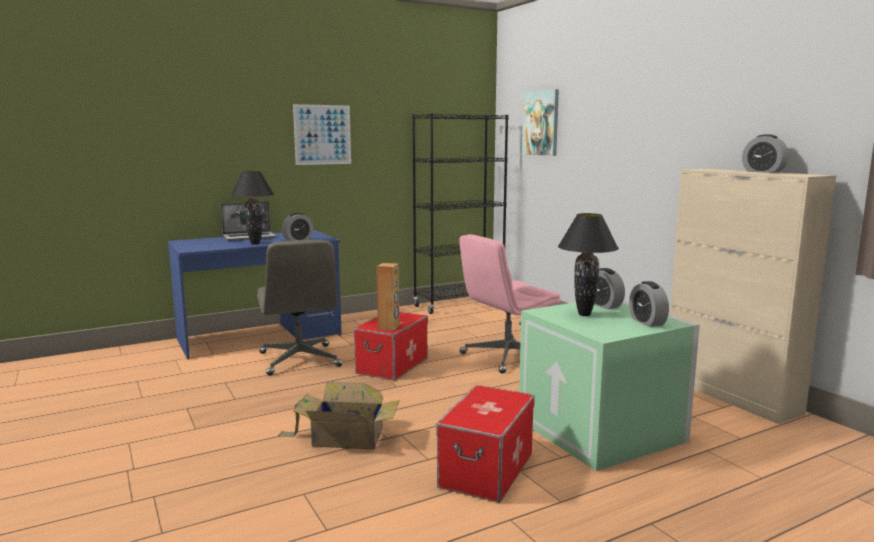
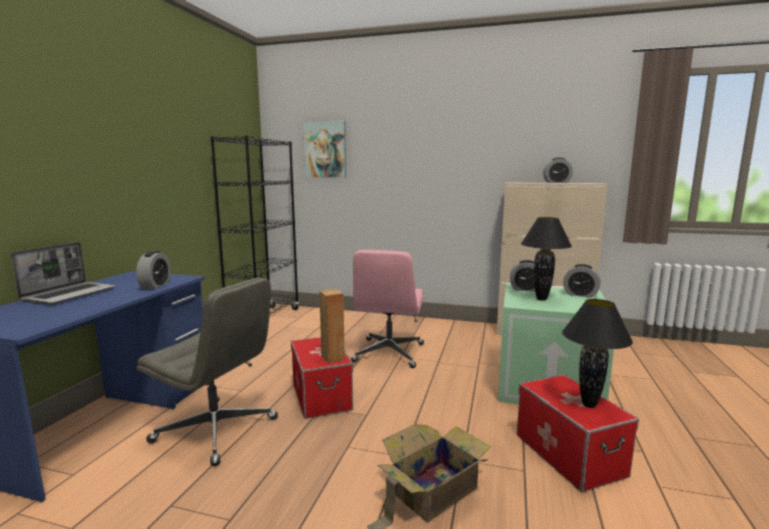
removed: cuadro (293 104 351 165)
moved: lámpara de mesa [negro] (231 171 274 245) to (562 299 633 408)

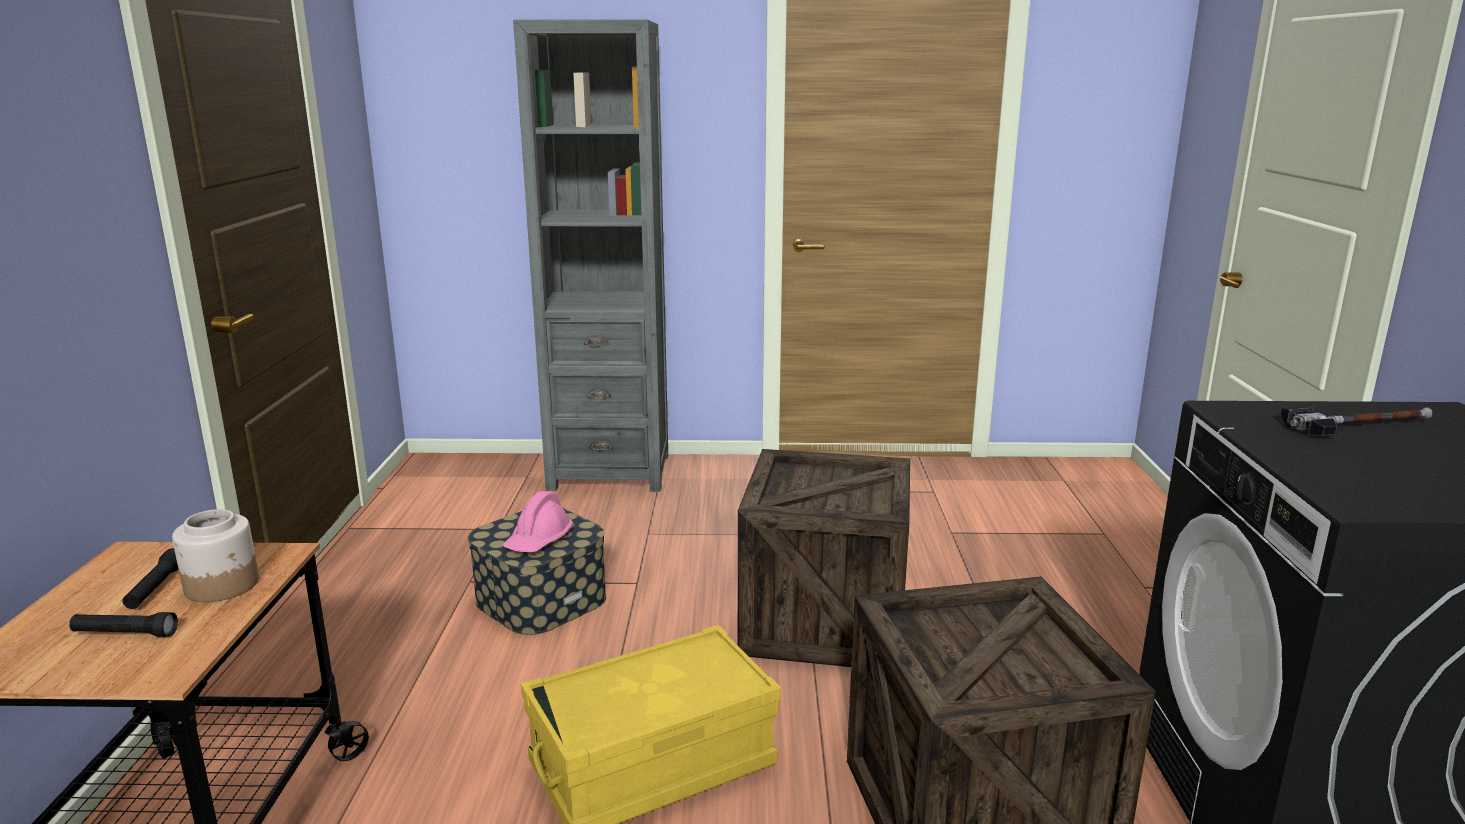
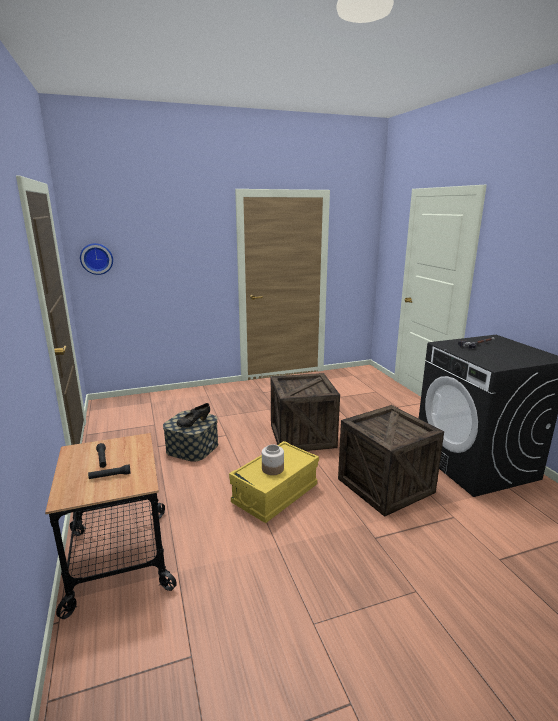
removed: estantería [gris] (513 20 668 492)
added: reloj de pared (80 243 113 275)
moved: tarro (172 509 259 602) to (262 444 284 475)
replaced: casco [rosa] (503 491 573 552) to zapato [negro] (176 403 210 428)

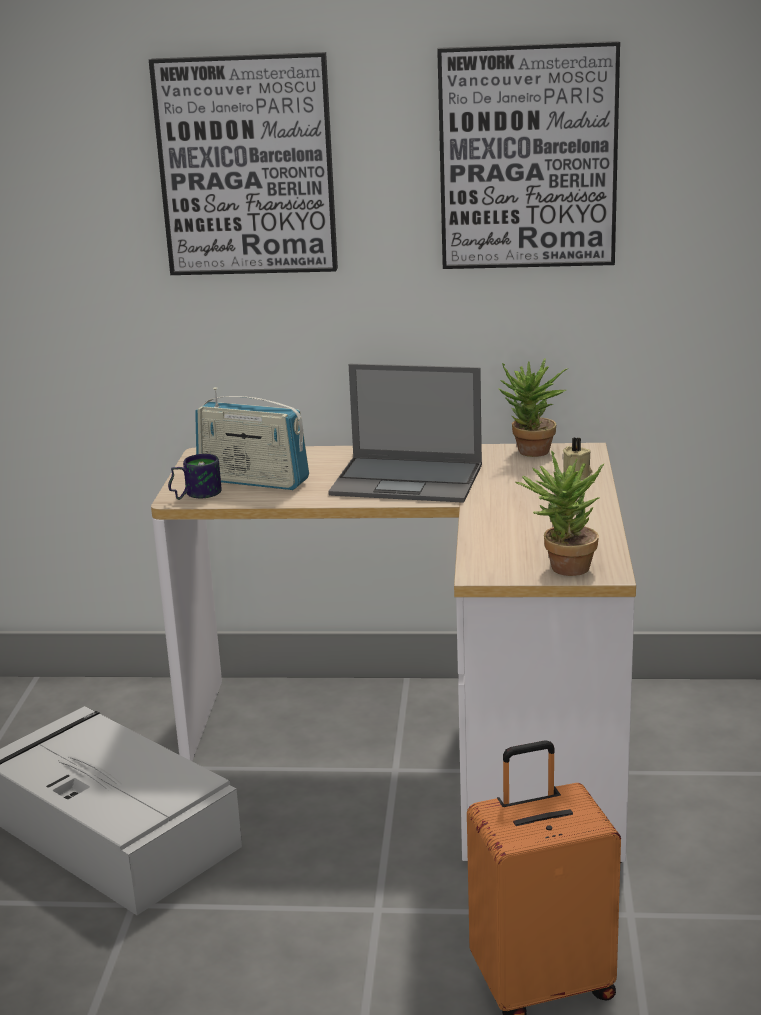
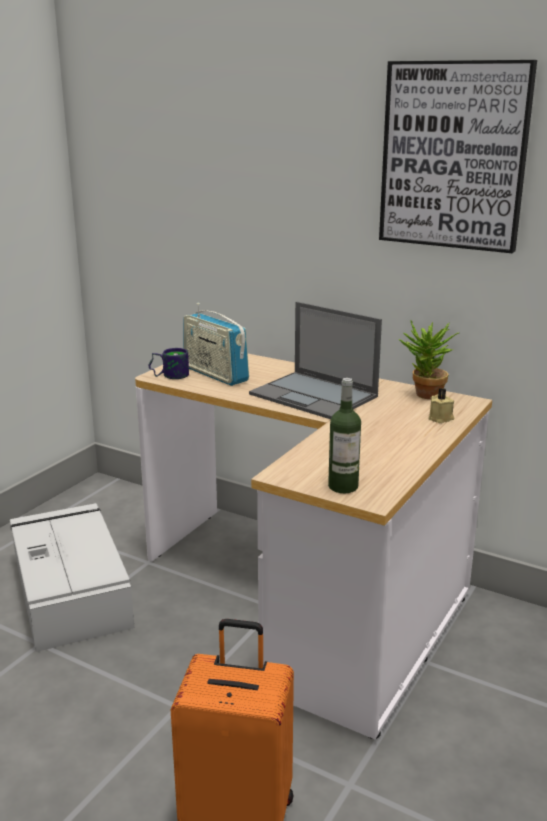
removed: cuadro (149 52 338 275)
replaced: planta en maceta (516 450 605 576) to botella (328 378 361 493)

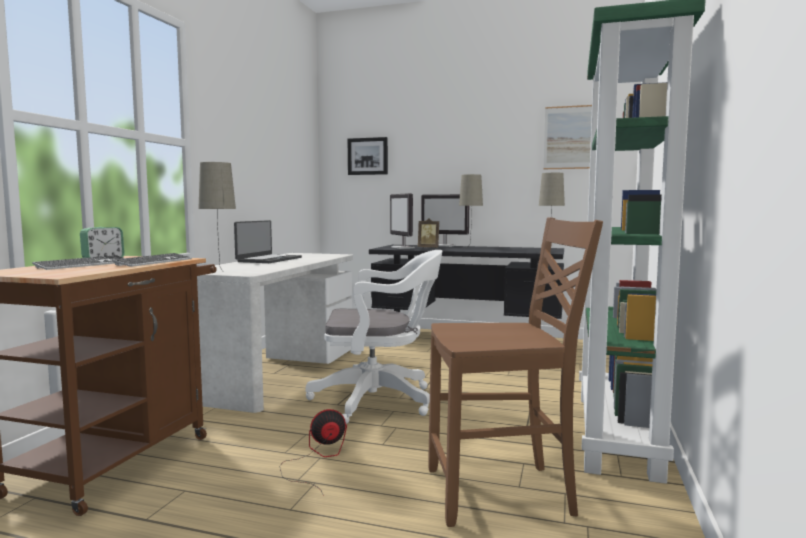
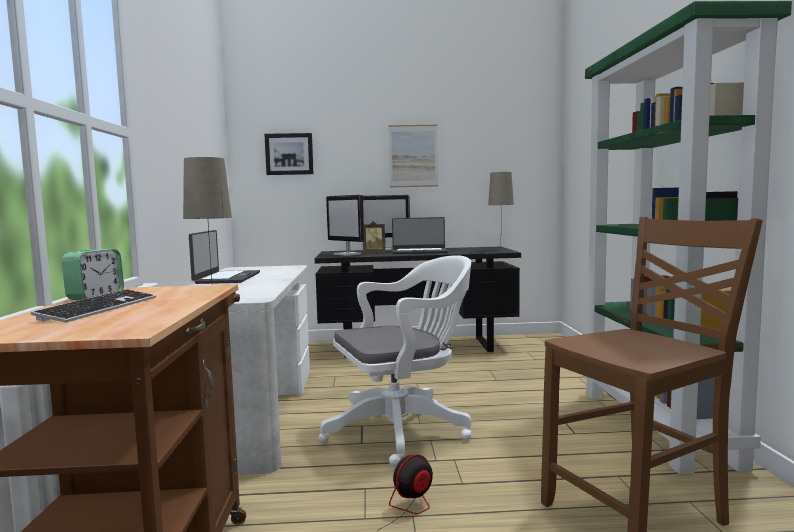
removed: teclado (112 253 192 267)
moved: cuadro (544 105 592 169) to (388 125 438 187)
replaced: lámpara de mesa [beis] (459 174 483 248) to portátil (392 217 448 254)

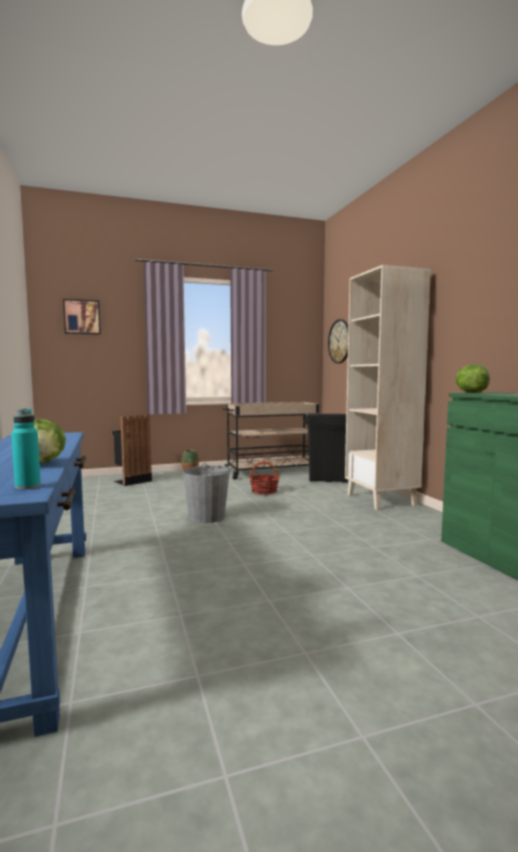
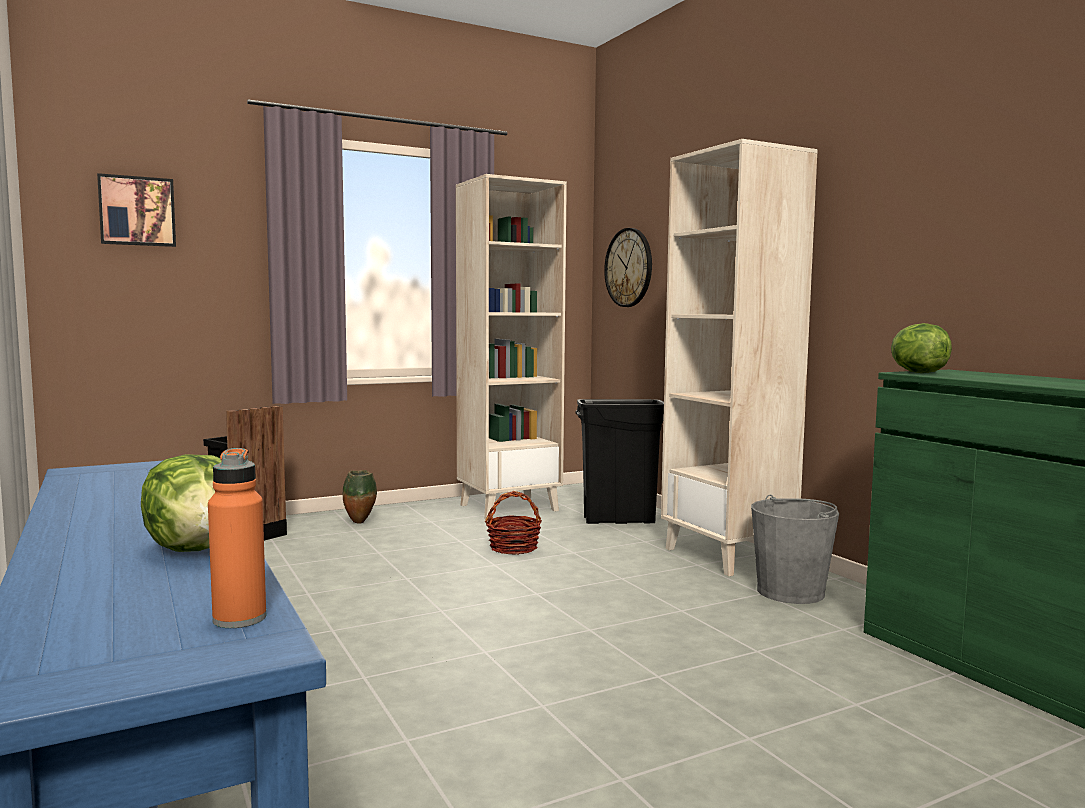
moved: cubo [gris] (183 463 231 523) to (751 495 839 604)
replaced: carrito [beis] (222 402 319 480) to estantería [beis] (456 174 567 520)
recoloured: botella [turquesa] (11 408 41 489) to botella [naranja] (208 448 266 628)

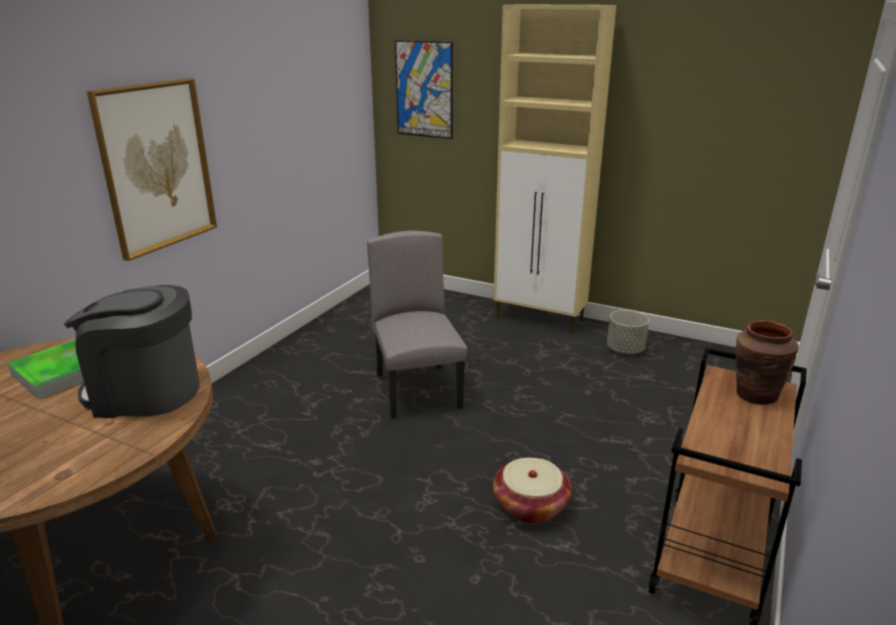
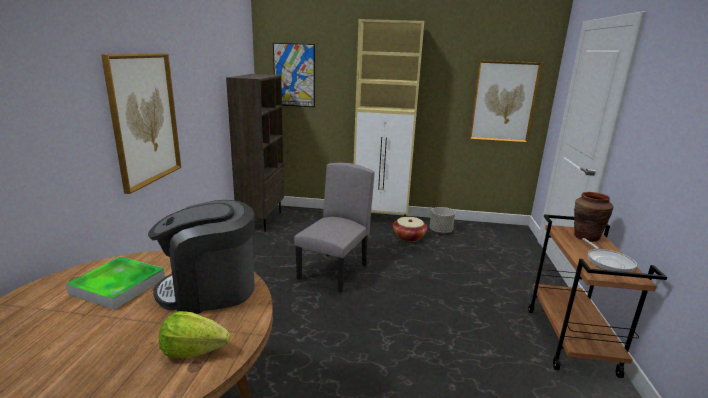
added: lechuga (159 311 231 358); estantería [marrón] (226 74 284 232); cuadro (469 60 542 143); sartén (582 238 637 272)
moved: cesta (493 458 572 524) to (393 217 427 242)
turned: silla [gris] (367 231 467 419) = (294 163 374 292) 60 degrees clockwise

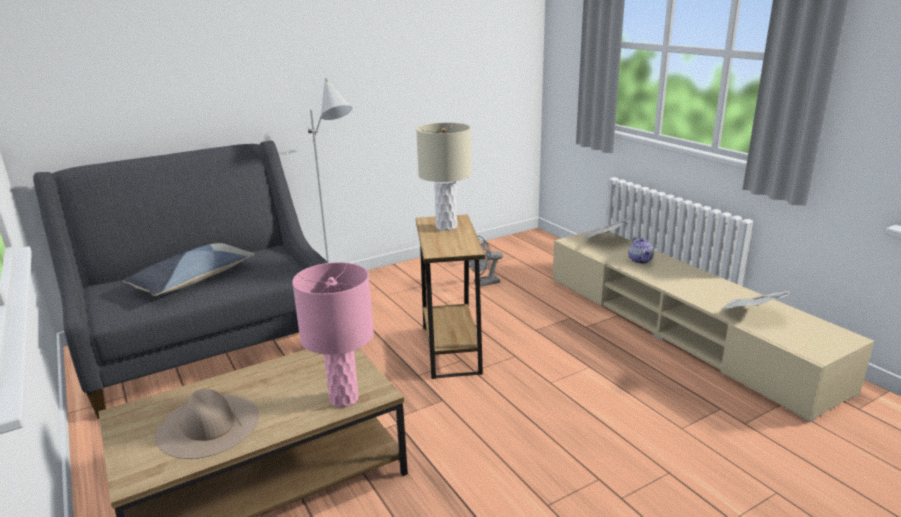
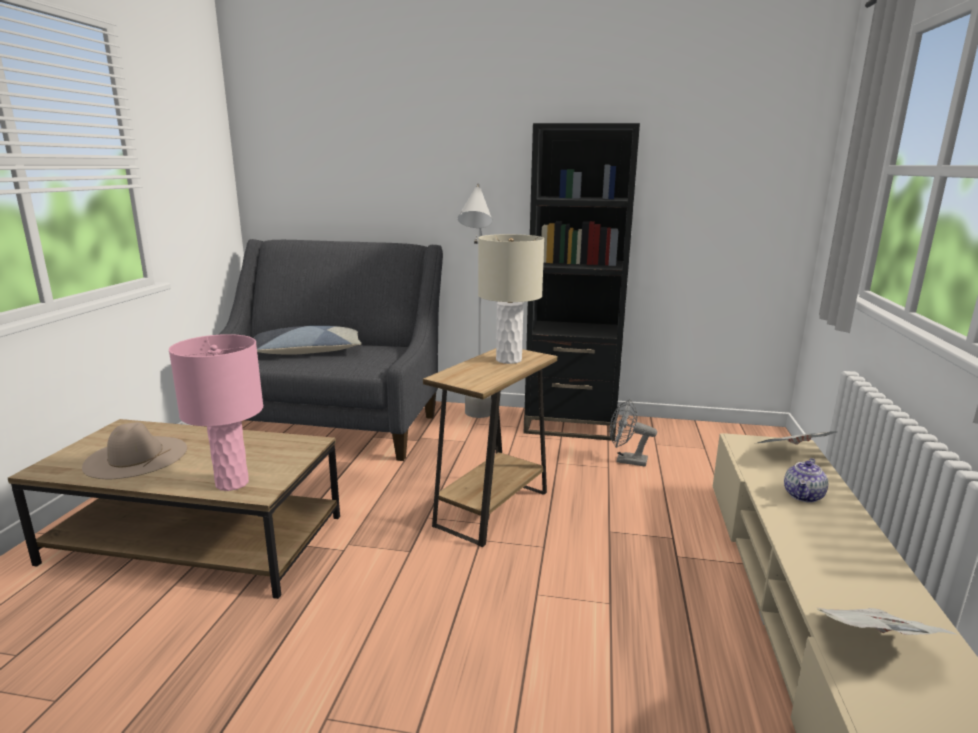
added: estantería [negro] (524 123 640 441)

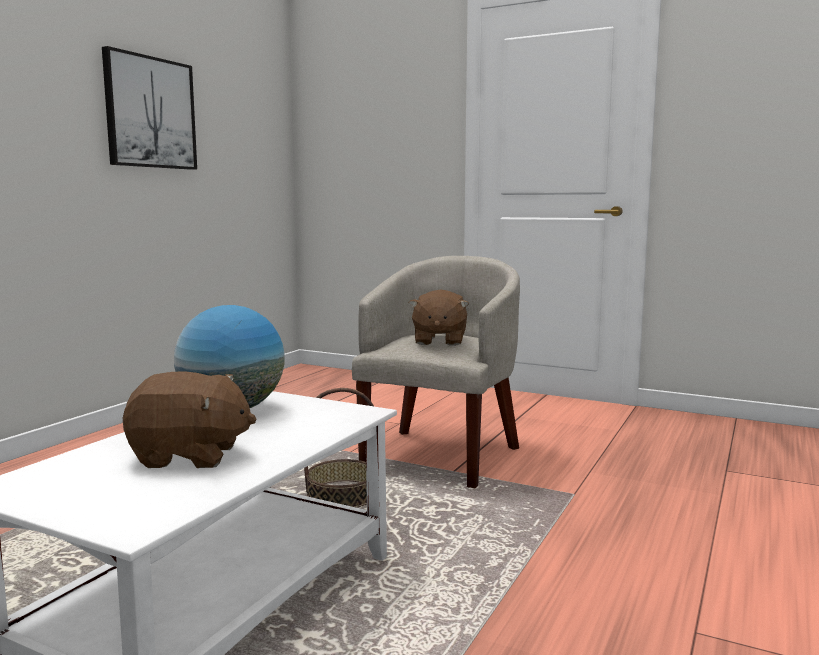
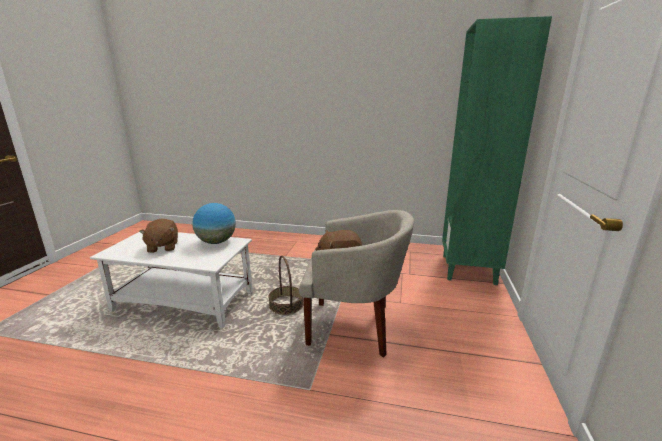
removed: cuadro (102 46 197 170)
added: estantería [verde] (442 16 552 285)

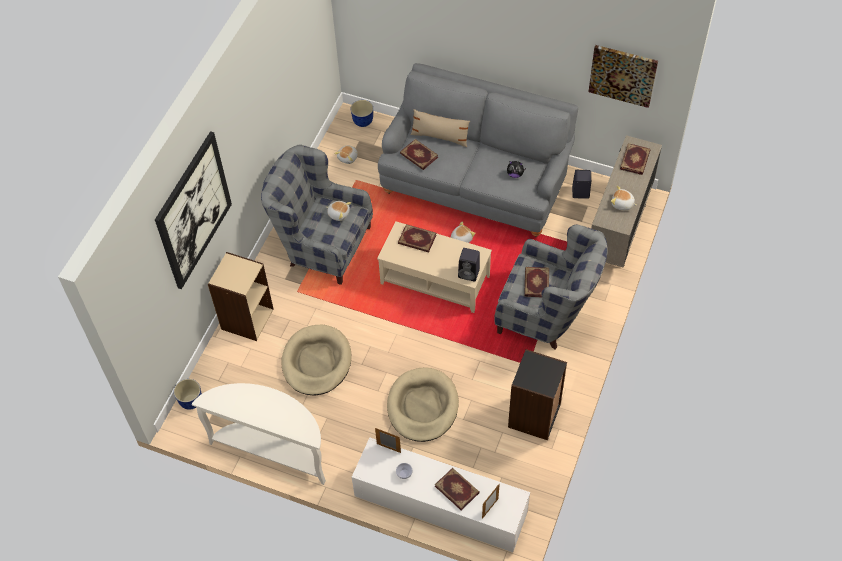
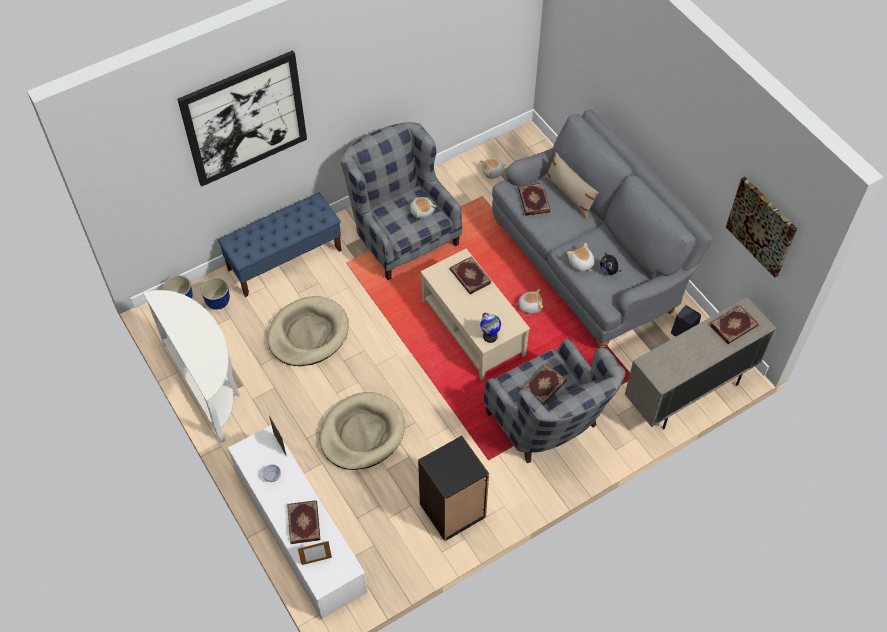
moved: maceta (351 100 373 127) to (201 277 230 310); peluche (611 186 637 210) to (567 243 595 271)
replaced: estantería [beis] (208 252 274 341) to banco [azul] (218 192 342 297); altavoz [negro] (458 248 480 282) to globo terráqueo (480 313 501 343)

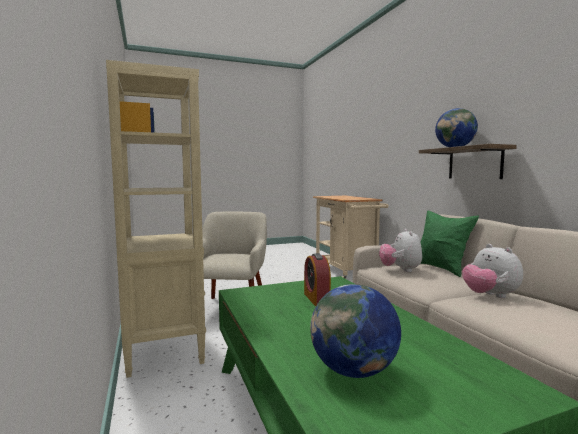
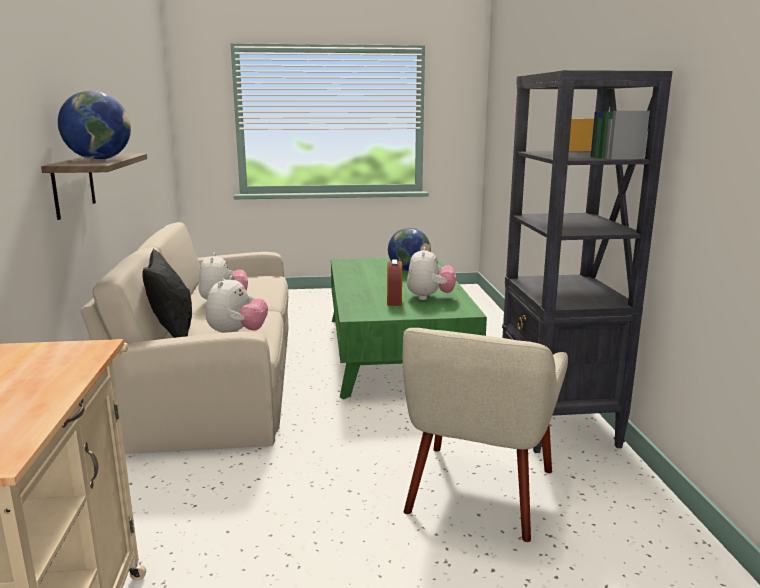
added: peluche (407 247 456 300)
recoloured: estantería [beis] (106 60 206 378) to estantería [negro] (502 70 673 453); cojín [verde] (420 211 479 277) to cojín [negro] (142 249 192 338)

